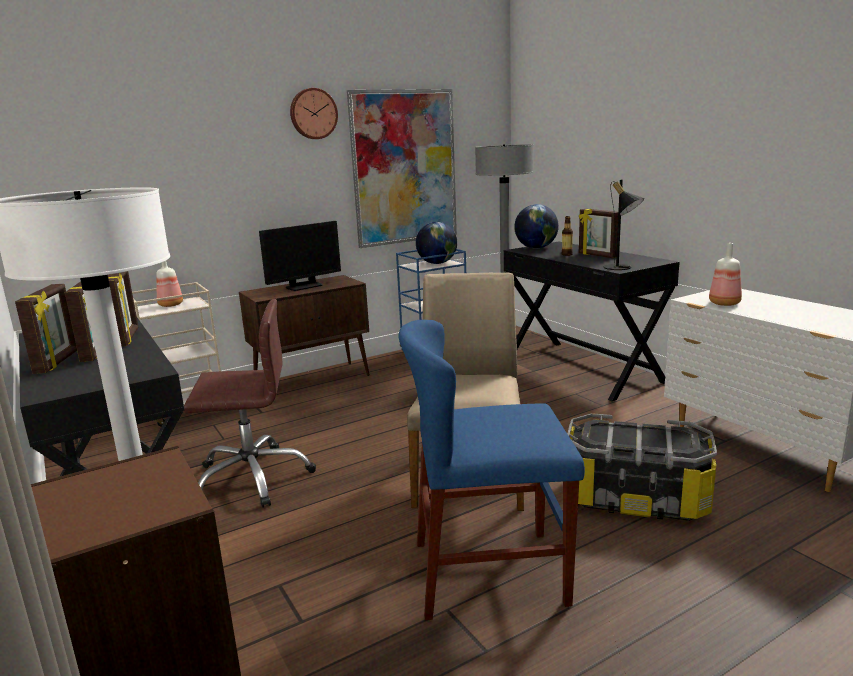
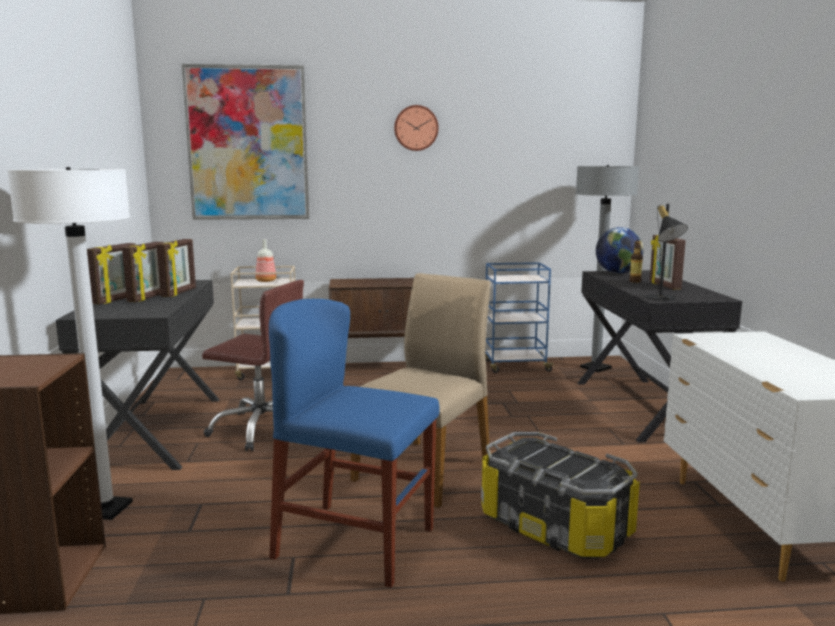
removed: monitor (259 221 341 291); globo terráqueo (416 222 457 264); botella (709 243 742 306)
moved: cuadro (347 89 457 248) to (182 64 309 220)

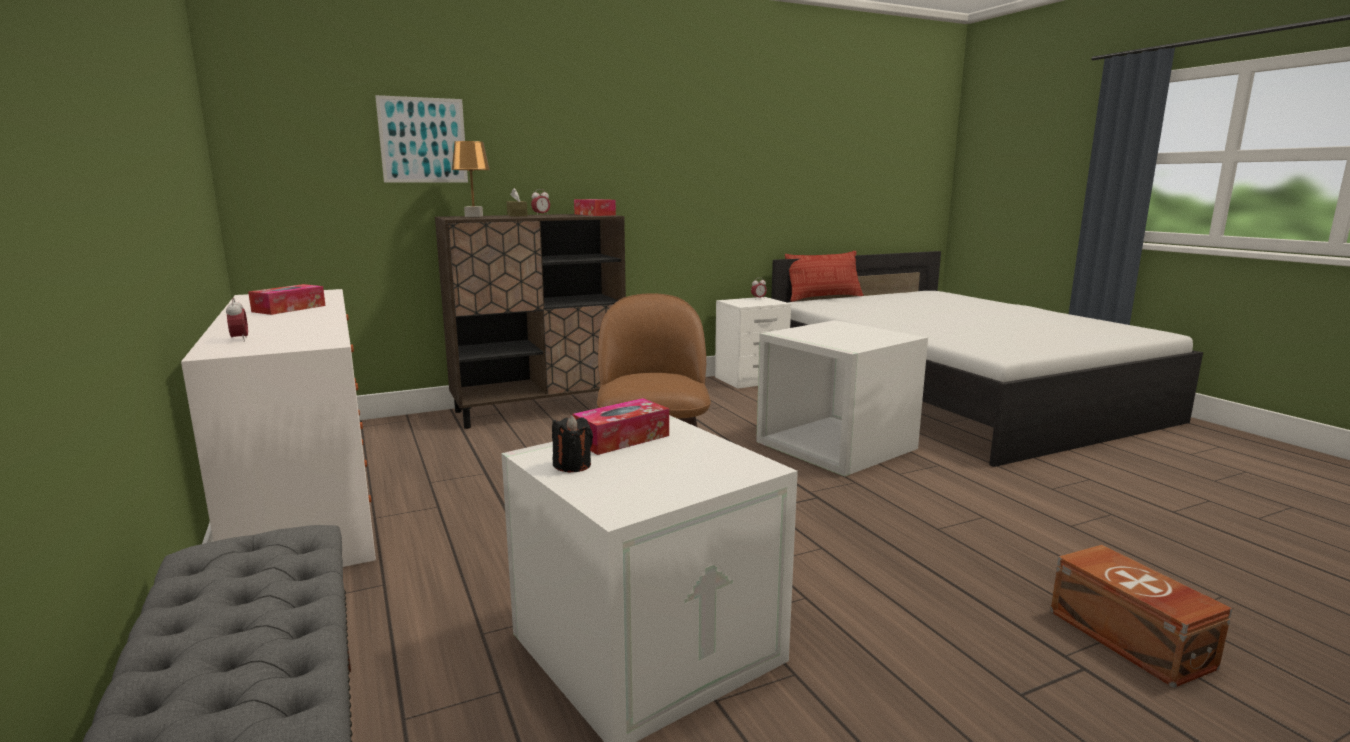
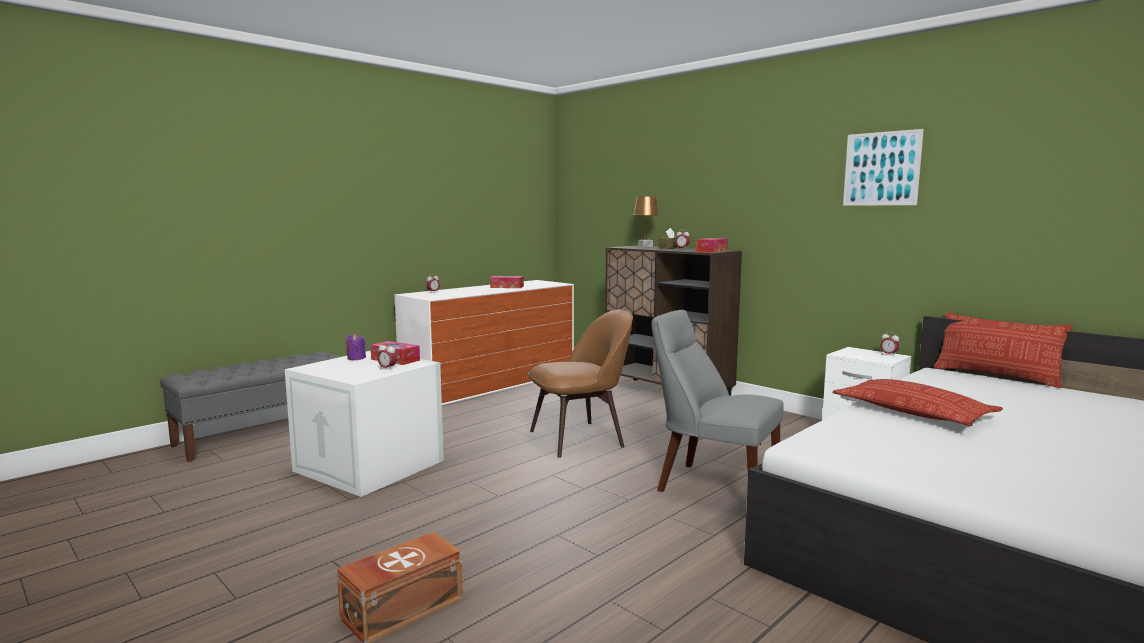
added: despertador (377 342 397 370); cojín (832 379 1003 426)
moved: cuadro (375 95 468 183) to (843 129 924 206)
replaced: caja de almacenaje [blanco] (756 320 928 477) to silla [gris] (651 310 784 492)
recoloured: vela [negro] (552 415 593 472) to vela [morado] (346 334 366 360)

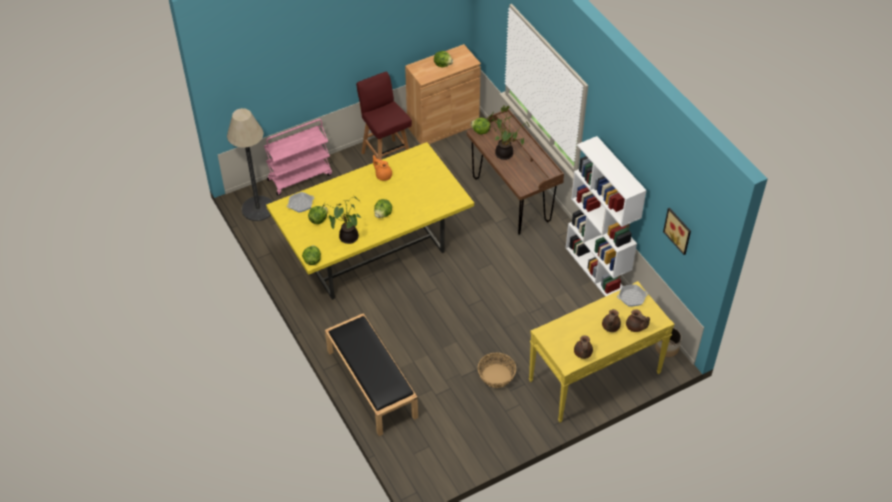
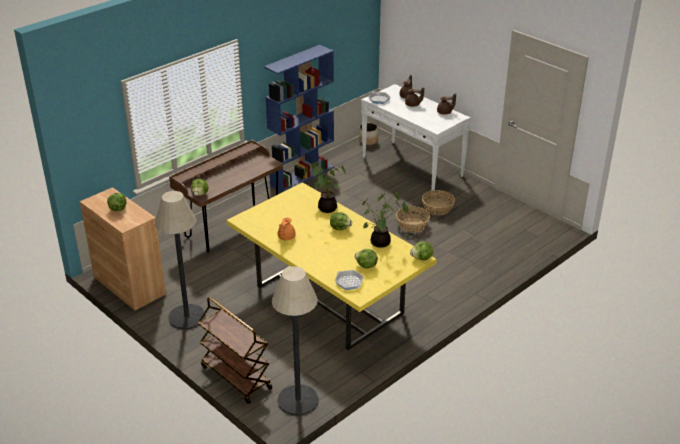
removed: banco [negro] (325 313 418 436); cuadro (663 208 691 255)
added: cesta (396 206 430 233)
moved: planta en maceta (487 105 530 160) to (303 161 346 213)
replaced: taburete [rojo] (356 72 412 160) to lámpara de pie (155 191 206 329)
recoloured: carrito [rosa] (264 119 332 195) to carrito [marrón] (198 297 272 404); mesa consola [amarillo] (529 281 674 423) to mesa consola [blanco] (361 84 471 191); estantería [blanco] (566 136 647 297) to estantería [azul] (264 45 334 193)

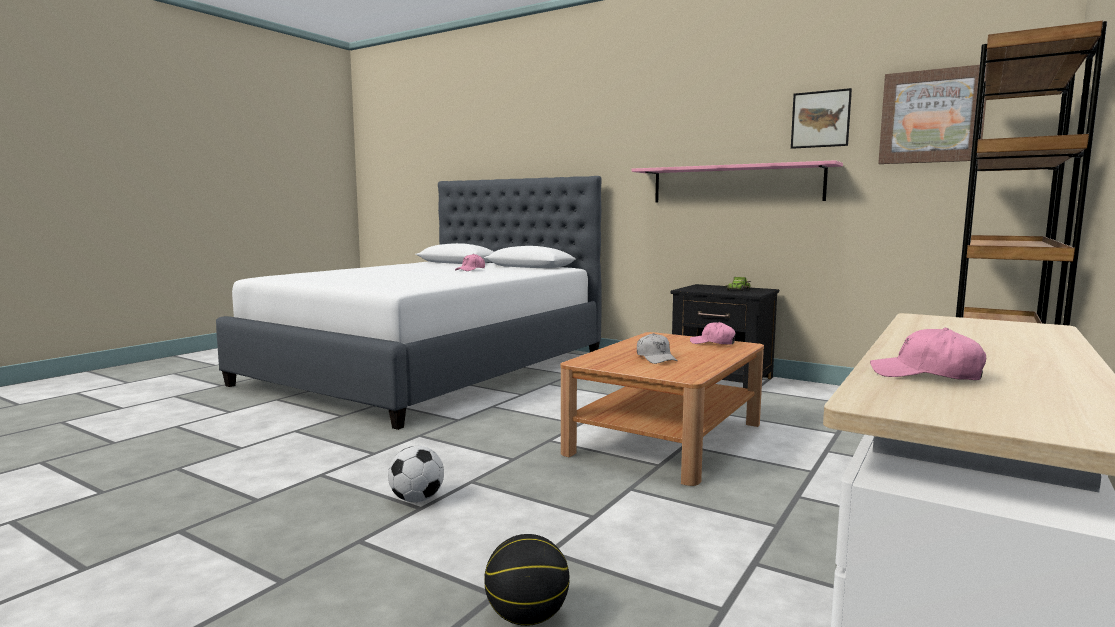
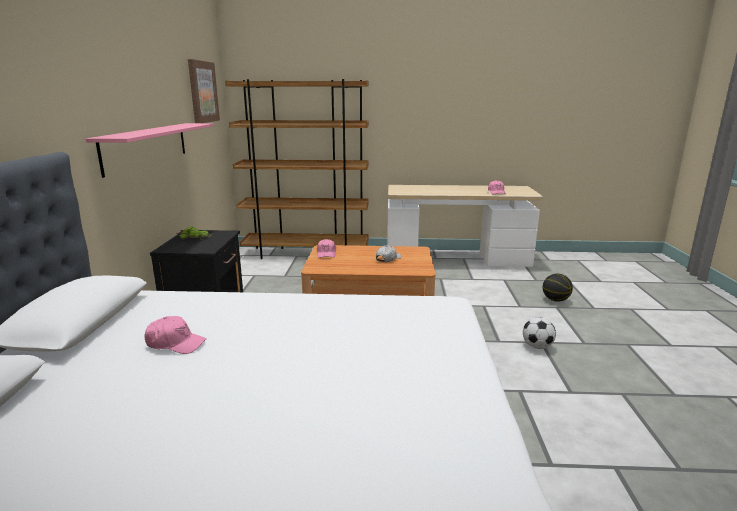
removed: cuadro (791 88 852 149)

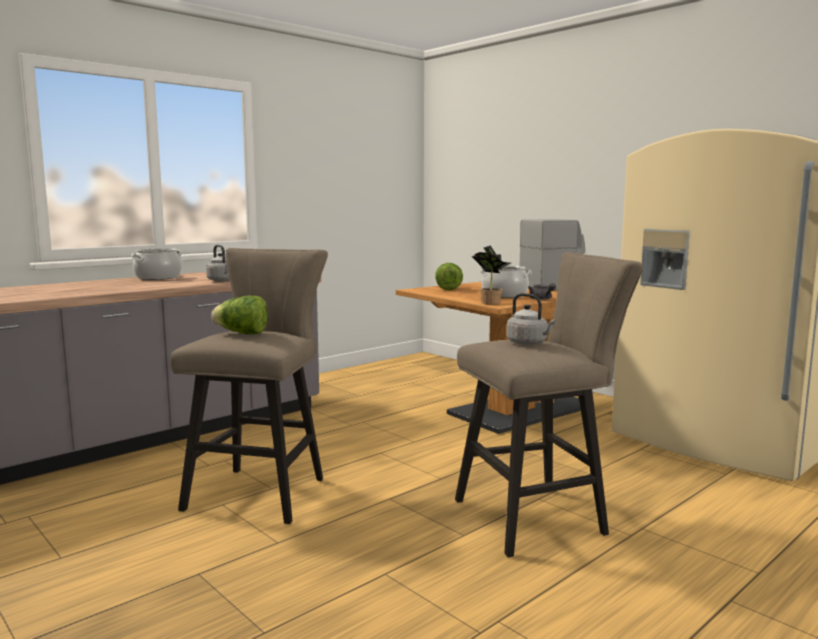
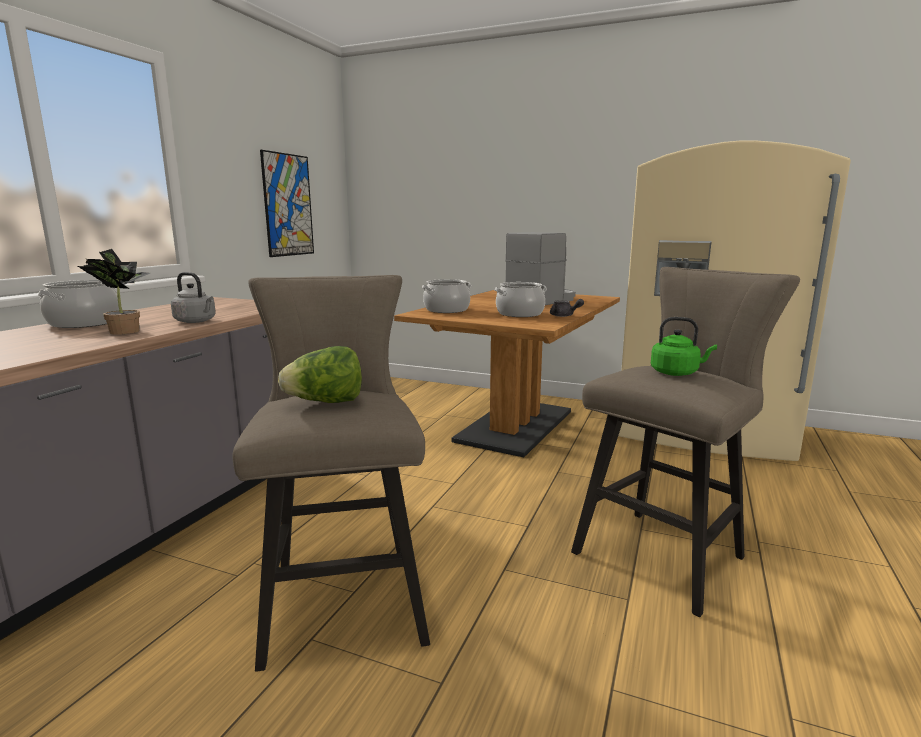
added: cuadro (260 150 314 257)
moved: planta en maceta (472 245 511 305) to (78 249 150 335)
replaced: lechuga (435 263 463 290) to olla (422 279 471 313)
recoloured: hervidor [gris] (506 293 556 345) to hervidor [verde] (651 317 717 376)

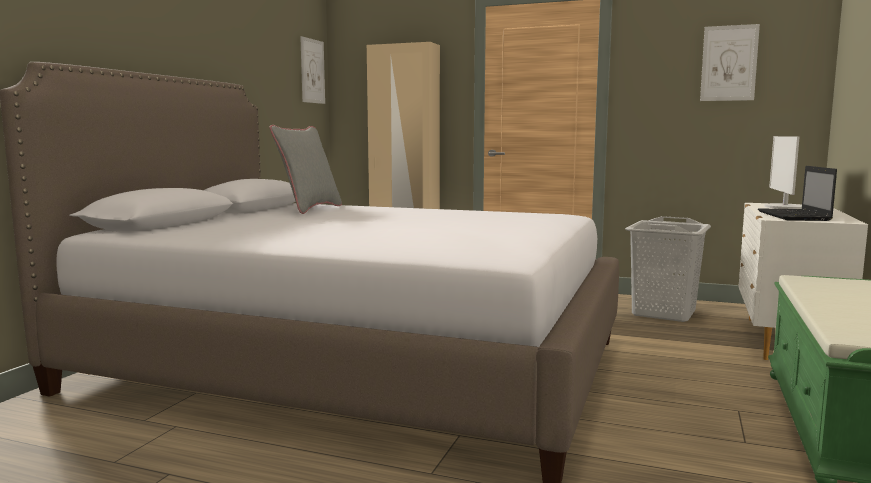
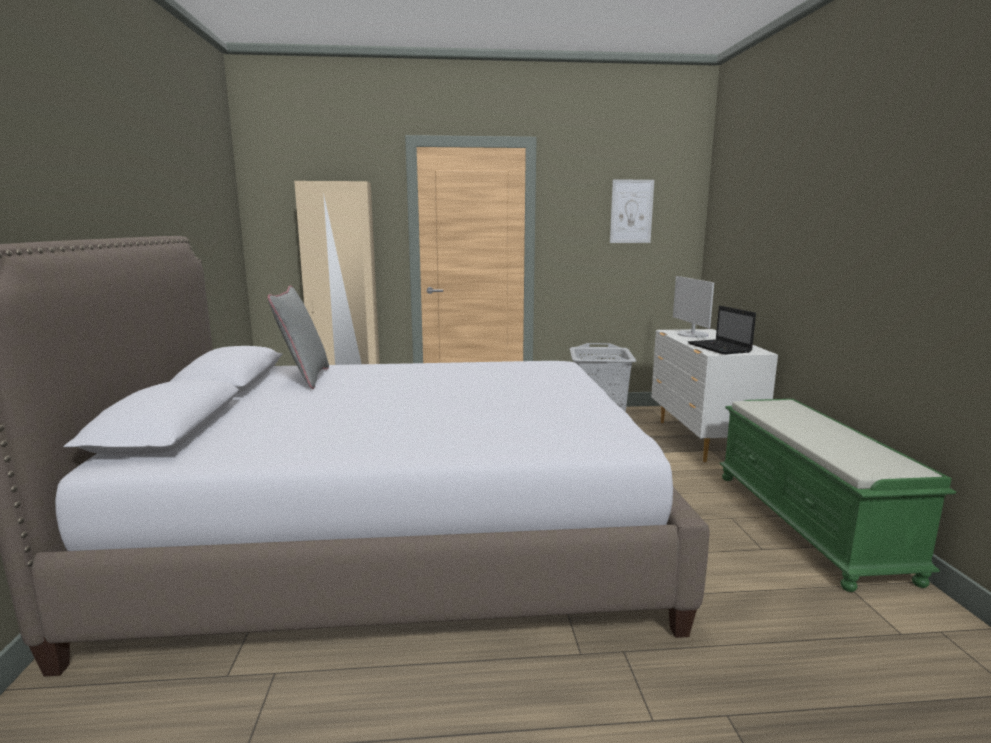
removed: cuadro (300 36 325 104)

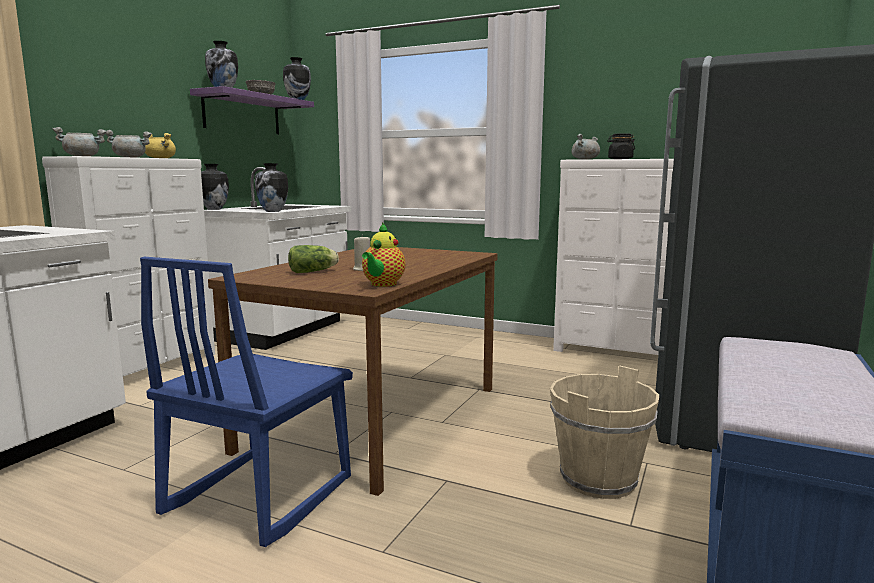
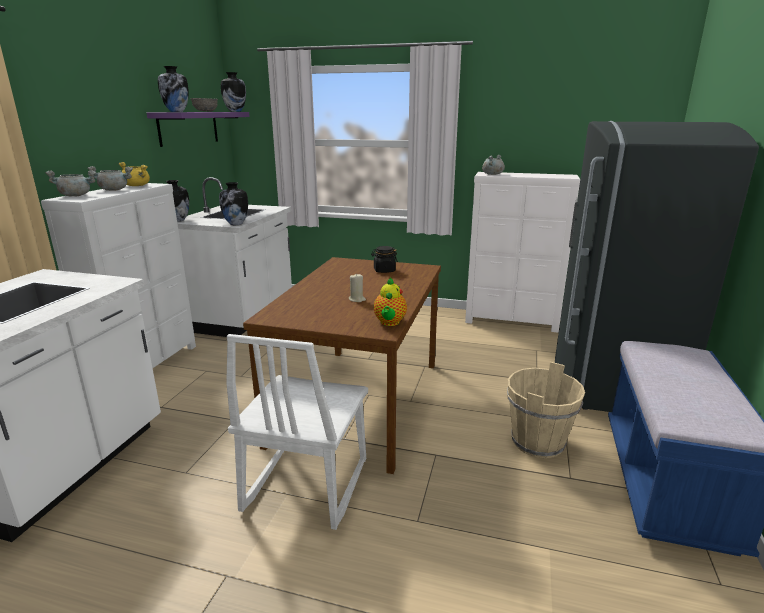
removed: lechuga (288 245 339 273)
moved: tarro [negro] (607 133 635 159) to (371 246 398 273)
recoloured: silla [azul] (140 257 353 547) to silla [blanco] (226 334 368 530)

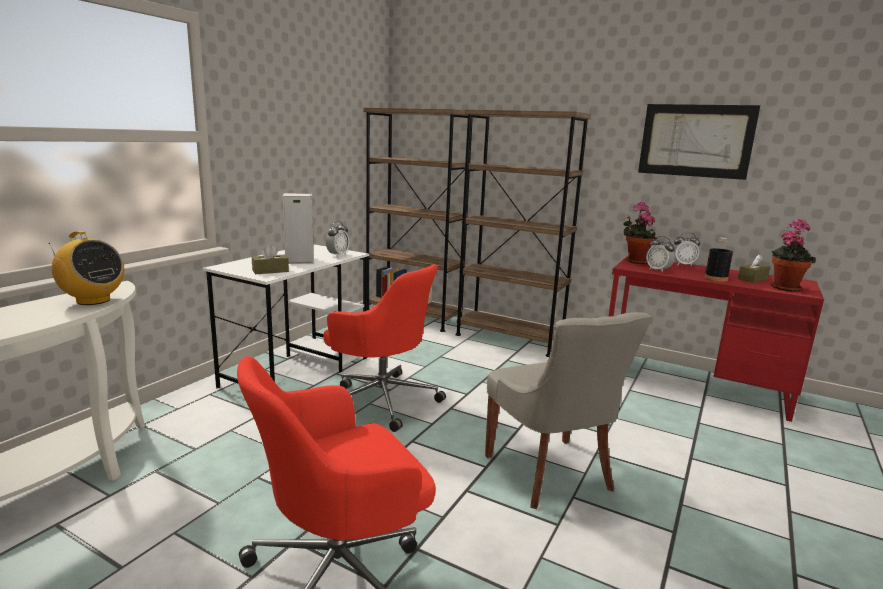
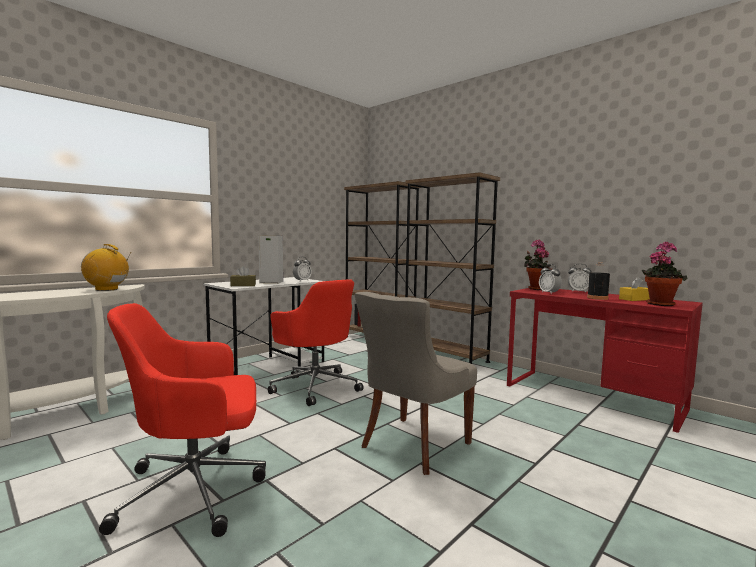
removed: cuadro (638 104 760 180)
recoloured: caja de pañuelos [marrón] (738 254 770 283) to caja de pañuelos [amarillo] (619 277 650 301)
turned: radio (48 231 124 305) = (81 244 131 291) 150 degrees clockwise; silla [gris] (485 312 652 509) = (354 292 477 475) 45 degrees clockwise

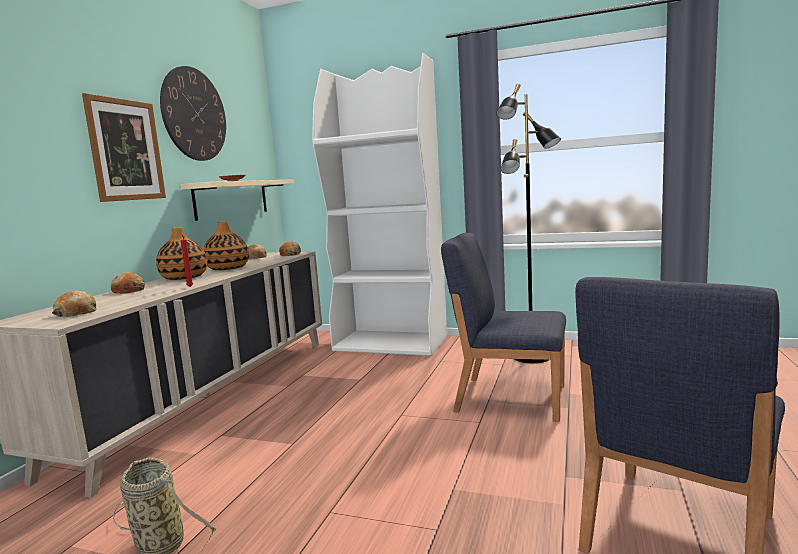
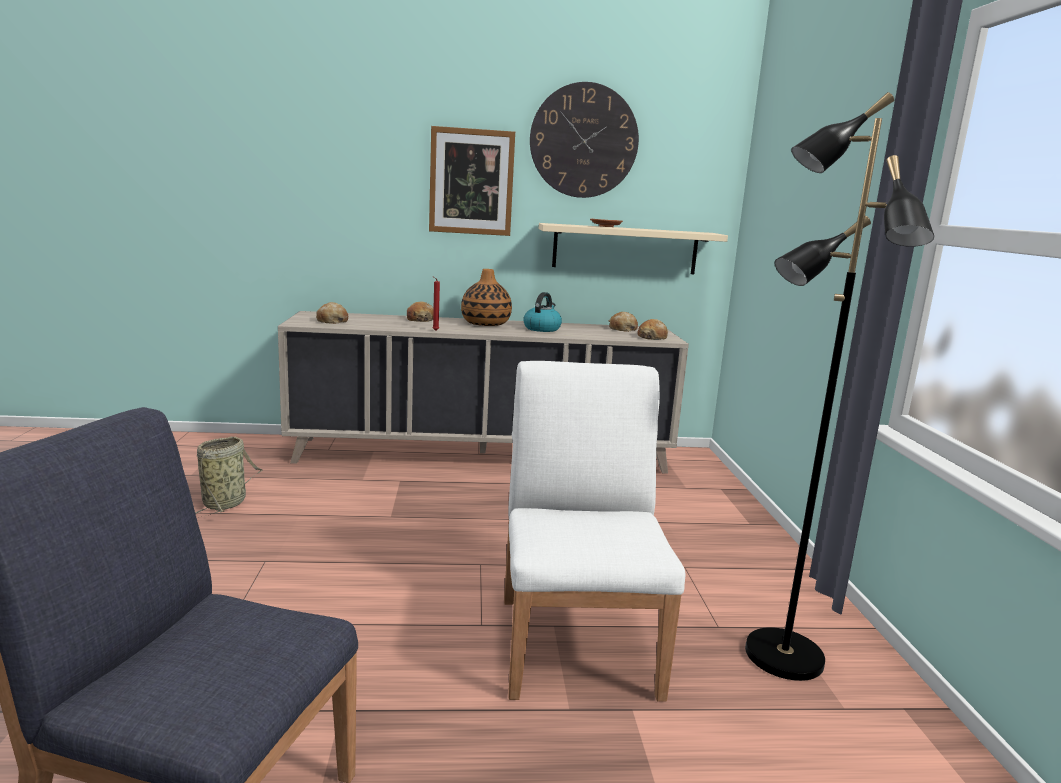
removed: estantería [blanco] (312 53 447 356)
replaced: florero (203 222 249 270) to hervidor (523 292 562 332)
recoloured: silla [azul] (441 233 566 422) to silla [blanco] (504 361 685 702)

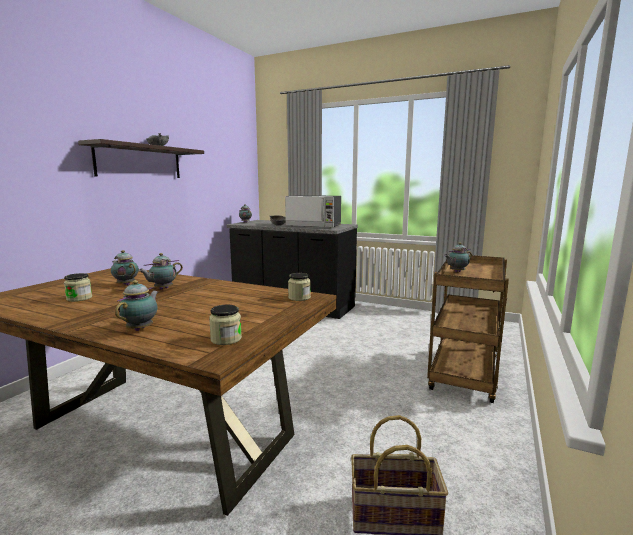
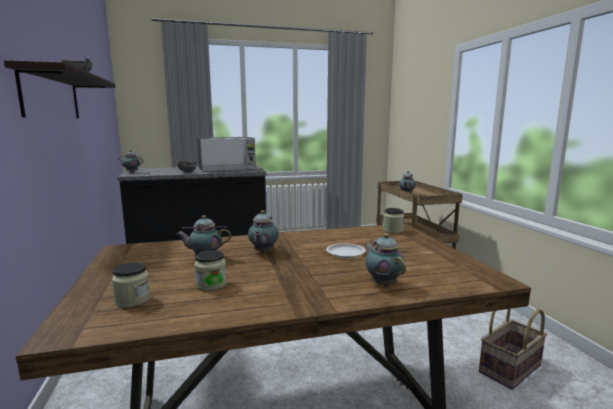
added: plato [blanco] (326 243 366 258)
moved: tarro (209 305 242 345) to (112 262 150 308)

